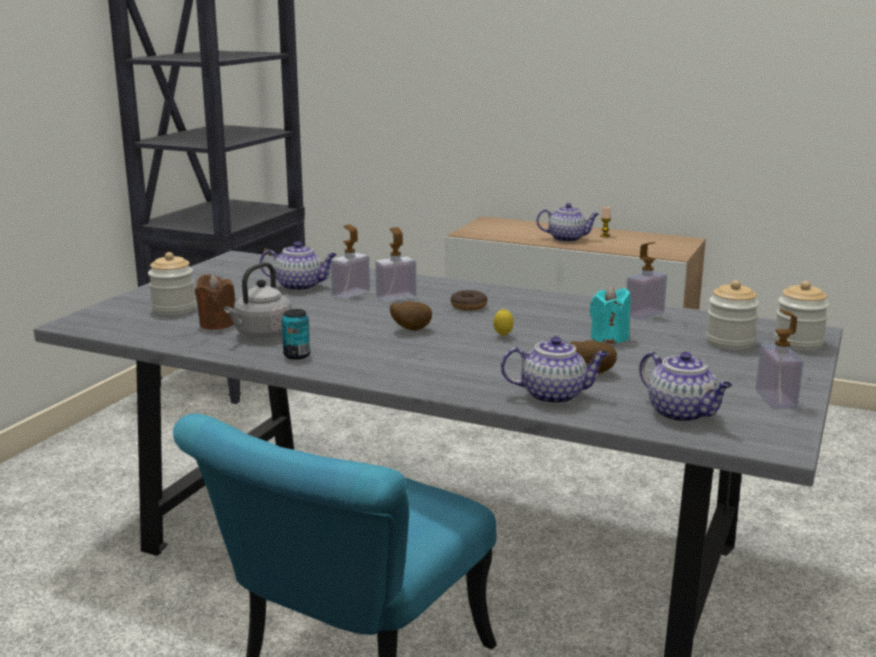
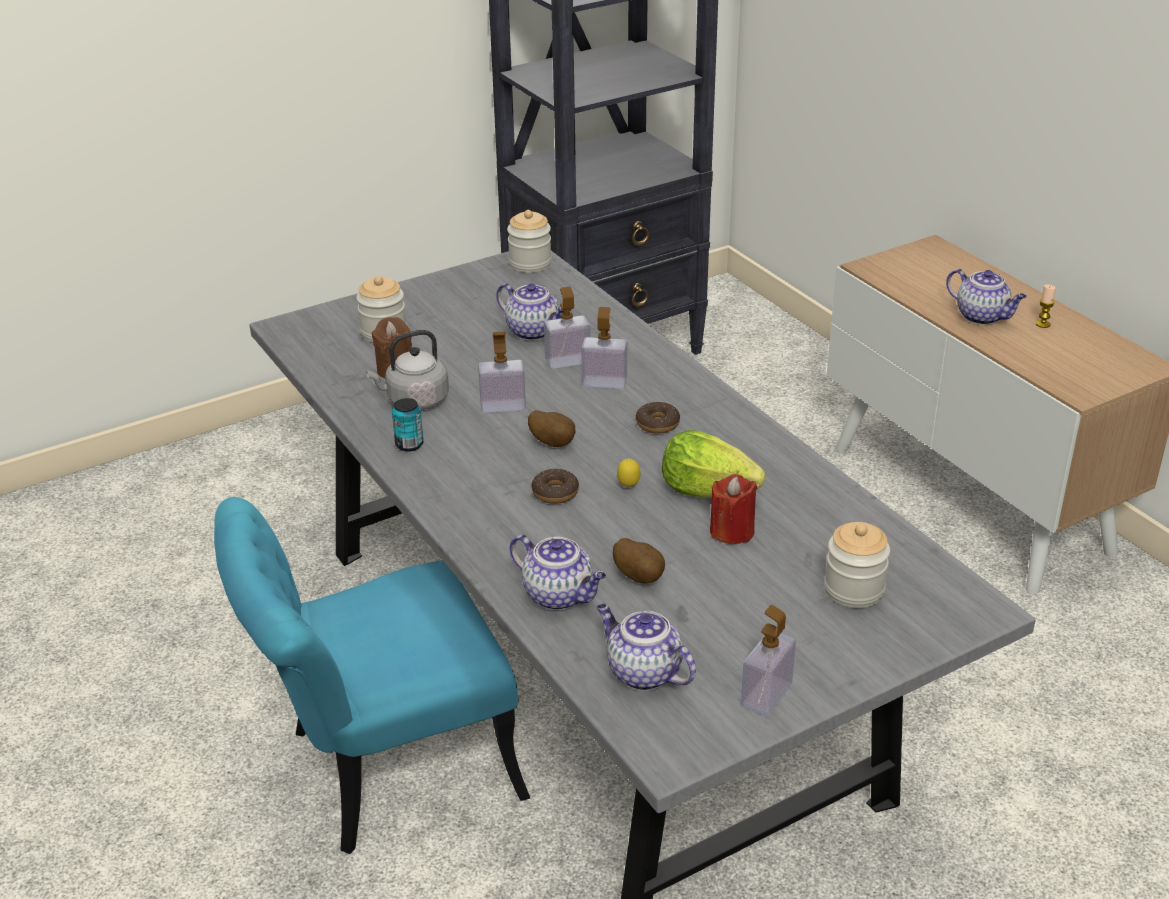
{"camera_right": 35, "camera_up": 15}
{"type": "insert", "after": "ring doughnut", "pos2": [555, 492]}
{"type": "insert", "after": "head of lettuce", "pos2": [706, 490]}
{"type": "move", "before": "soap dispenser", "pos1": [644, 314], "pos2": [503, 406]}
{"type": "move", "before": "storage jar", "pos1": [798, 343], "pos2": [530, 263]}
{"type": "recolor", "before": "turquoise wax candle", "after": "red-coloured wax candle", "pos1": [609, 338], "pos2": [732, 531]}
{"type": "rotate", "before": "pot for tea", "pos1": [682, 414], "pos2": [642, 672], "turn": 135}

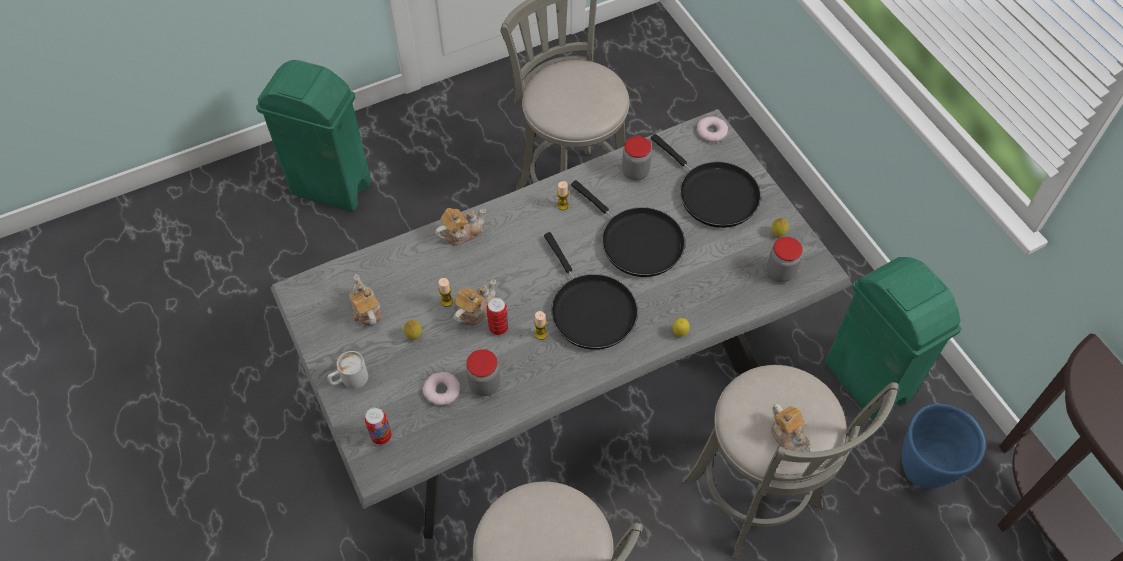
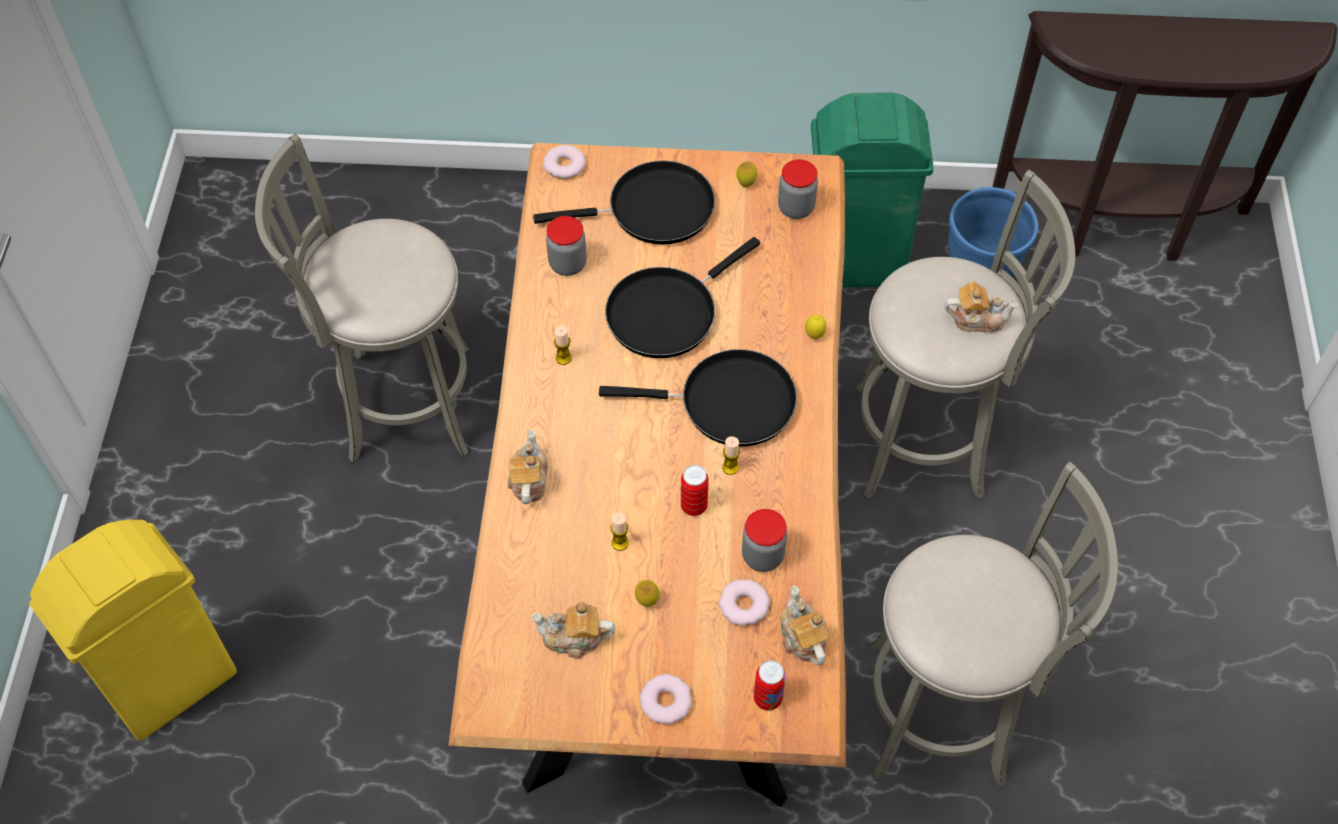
{"camera_right": -60, "camera_up": 0}
{"type": "move", "before": "pot for tea", "pos1": [475, 310], "pos2": [802, 638]}
{"type": "replace", "before": "whitish coffee mug", "after": "ring doughnut", "pos1": [349, 380], "pos2": [665, 701]}
{"type": "recolor", "before": "green trash can", "after": "yellow-coloured trash can", "pos1": [332, 188], "pos2": [173, 683]}
{"type": "recolor", "before": "gray dining table", "after": "brown dining table", "pos1": [561, 383], "pos2": [668, 554]}
{"type": "rotate", "before": "black-coloured frying pan", "pos1": [637, 241], "pos2": [667, 312], "turn": 150}

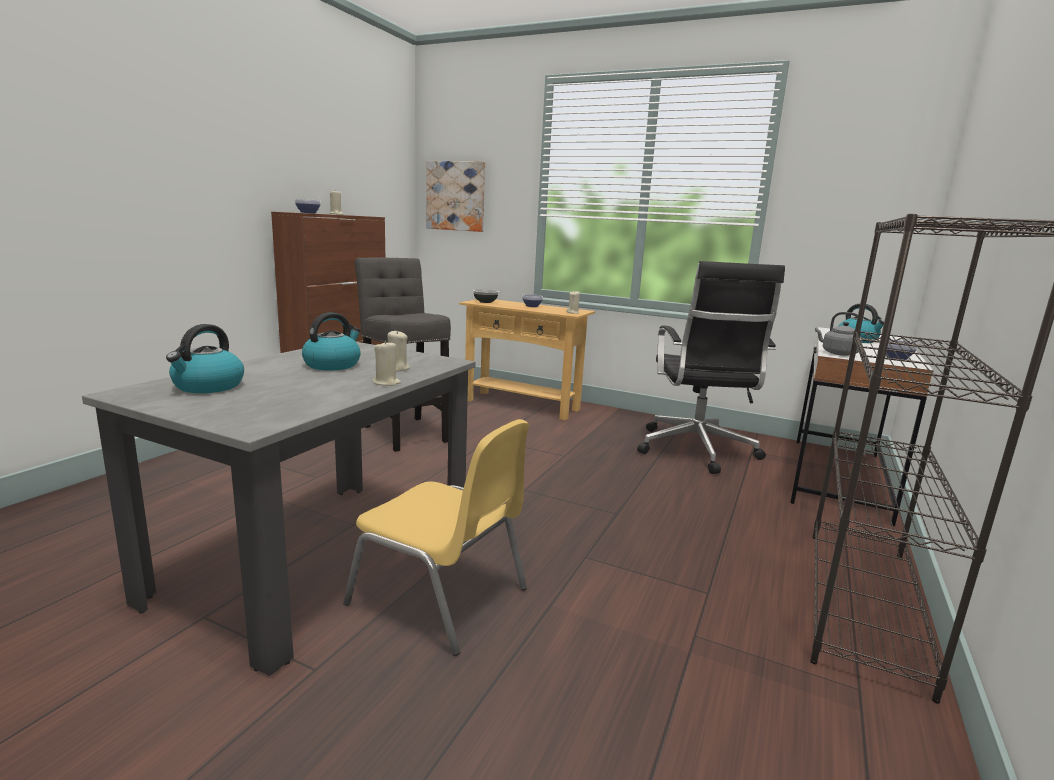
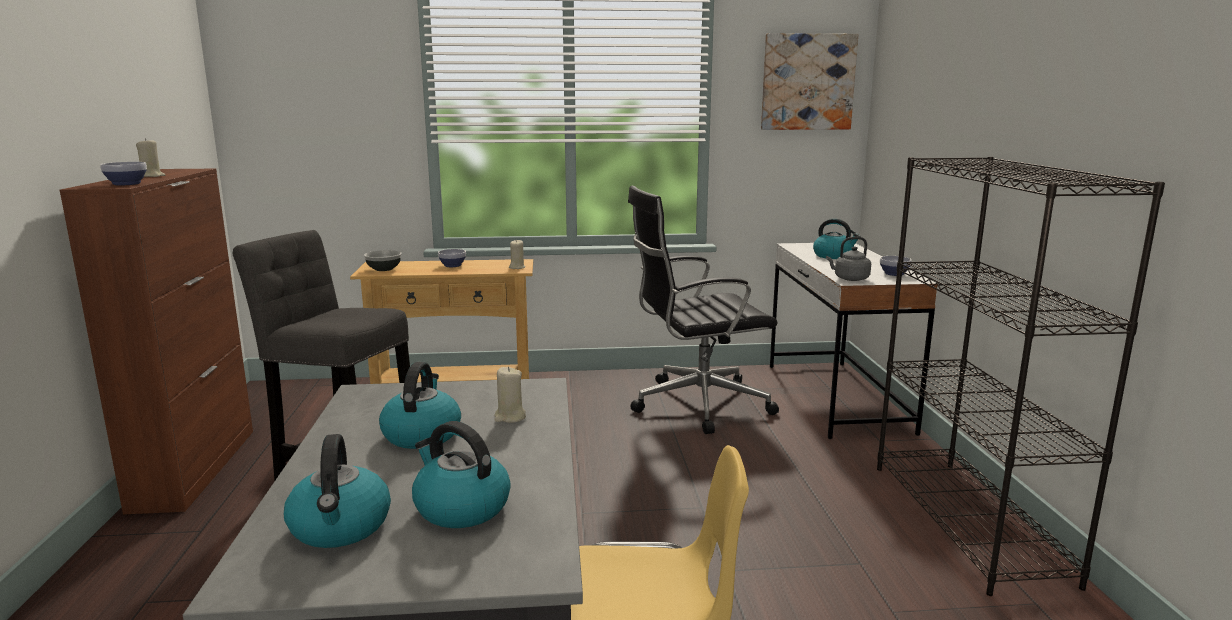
{"camera_right": -30, "camera_up": 0}
{"type": "delete", "before": "beige-coloured wax candle", "pos1": [386, 383]}
{"type": "insert", "after": "tea kettle", "pos2": [460, 507]}
{"type": "move", "before": "picture", "pos1": [456, 196], "pos2": [807, 82]}
{"type": "rotate", "before": "black-coloured office chair", "pos1": [696, 451], "pos2": [696, 404], "turn": 105}

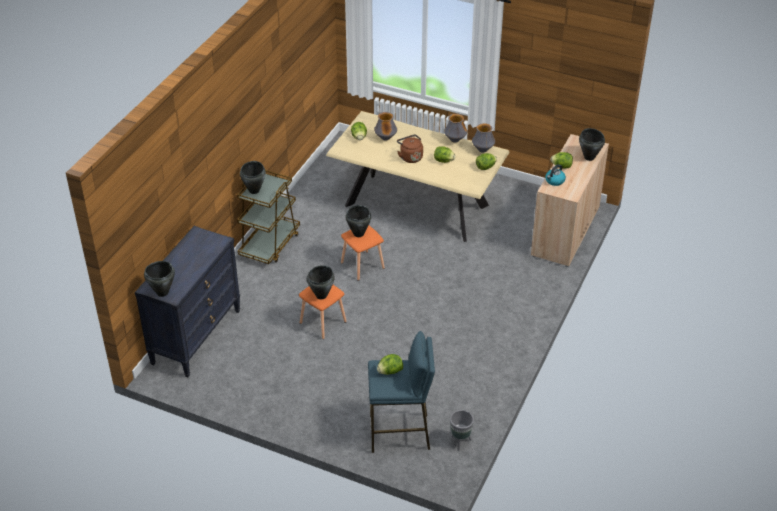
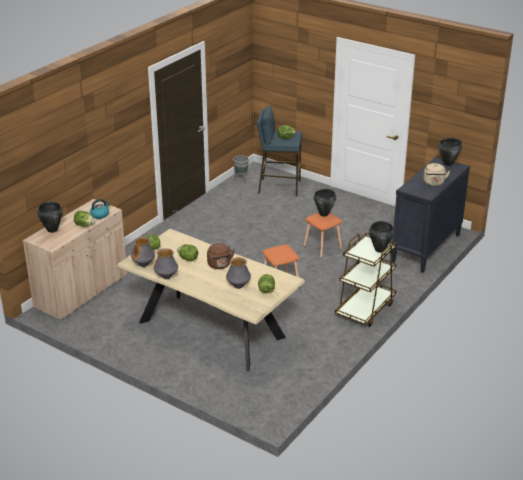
{"camera_right": -170, "camera_up": -10}
{"type": "delete", "before": "black-coloured saucepot", "pos1": [358, 234]}
{"type": "insert", "after": "beige-coloured tea kettle", "pos2": [434, 183]}

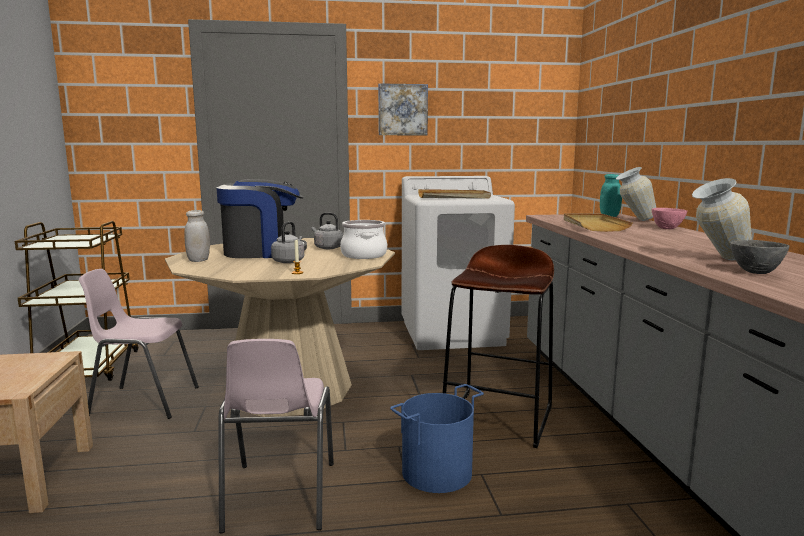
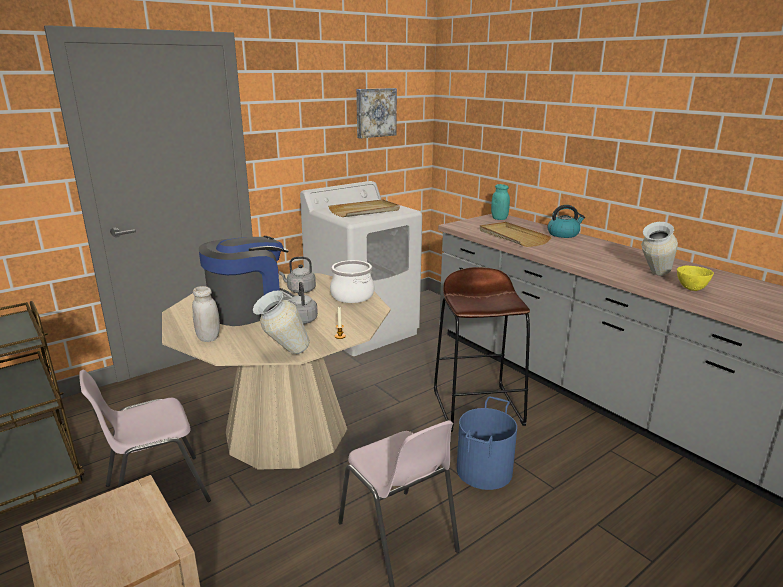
{"camera_right": -30, "camera_up": 10}
{"type": "move", "before": "picture", "pos1": [402, 110], "pos2": [375, 112]}
{"type": "move", "before": "decorative vase", "pos1": [633, 220], "pos2": [283, 355]}
{"type": "replace", "before": "pinkish serving bowl", "after": "tea kettle", "pos1": [666, 228], "pos2": [563, 234]}
{"type": "recolor", "before": "gray serving bowl", "after": "yellow-coloured serving bowl", "pos1": [756, 272], "pos2": [691, 289]}

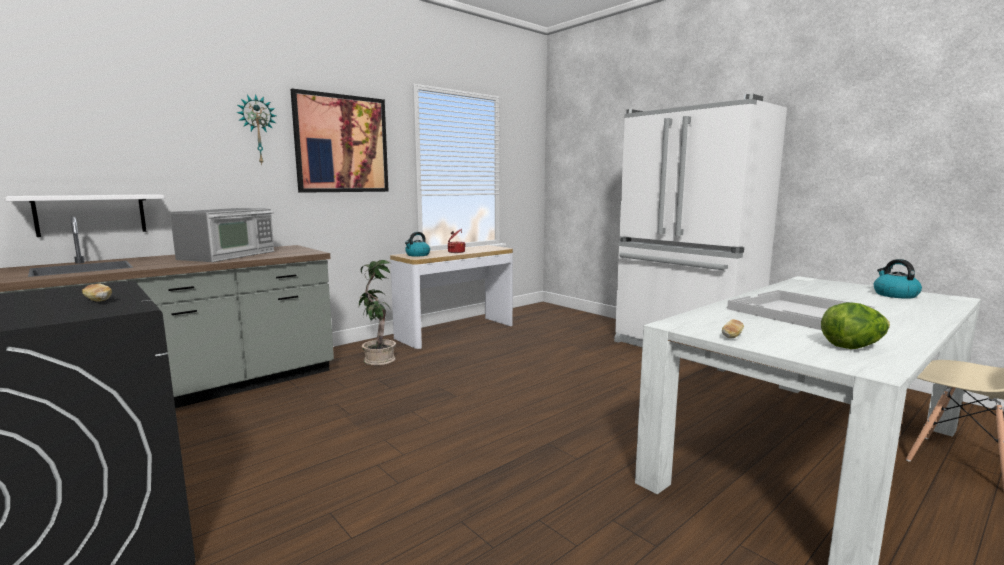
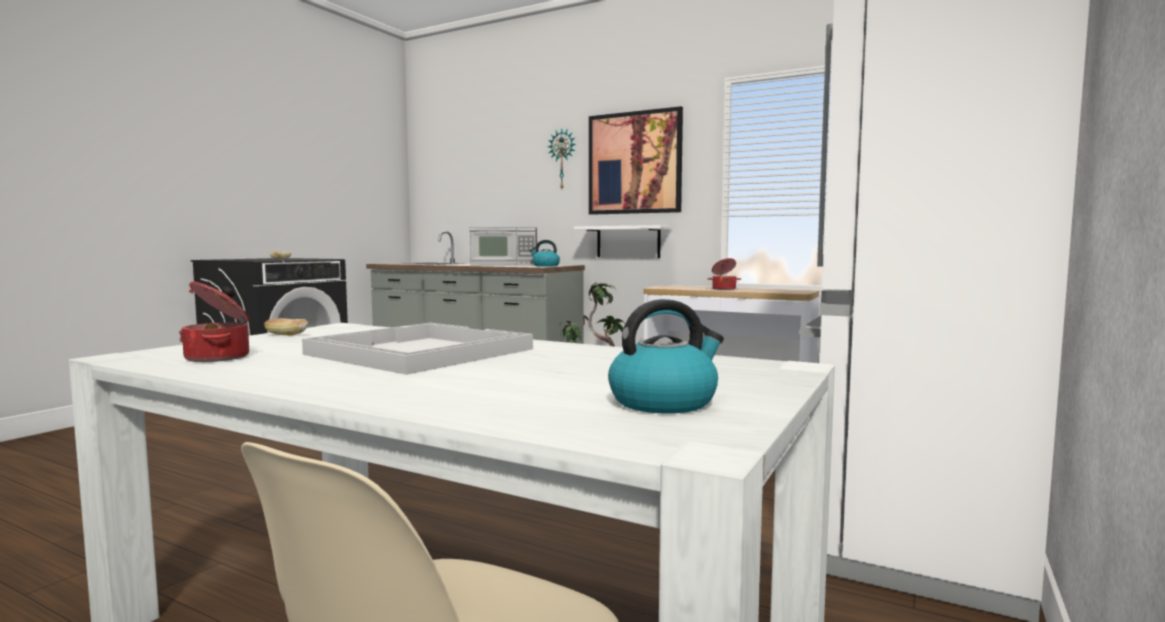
{"camera_right": 70, "camera_up": -5}
{"type": "move", "before": "whitish wall shelf", "pos1": [91, 214], "pos2": [628, 242]}
{"type": "move", "before": "tea kettle", "pos1": [417, 255], "pos2": [545, 266]}
{"type": "replace", "before": "head of lettuce", "after": "saucepot", "pos1": [853, 346], "pos2": [219, 357]}

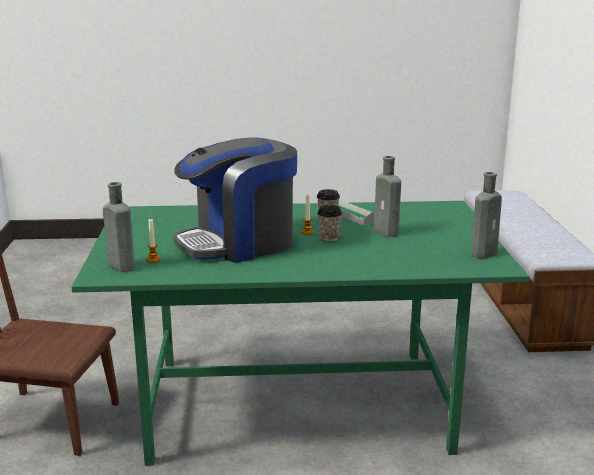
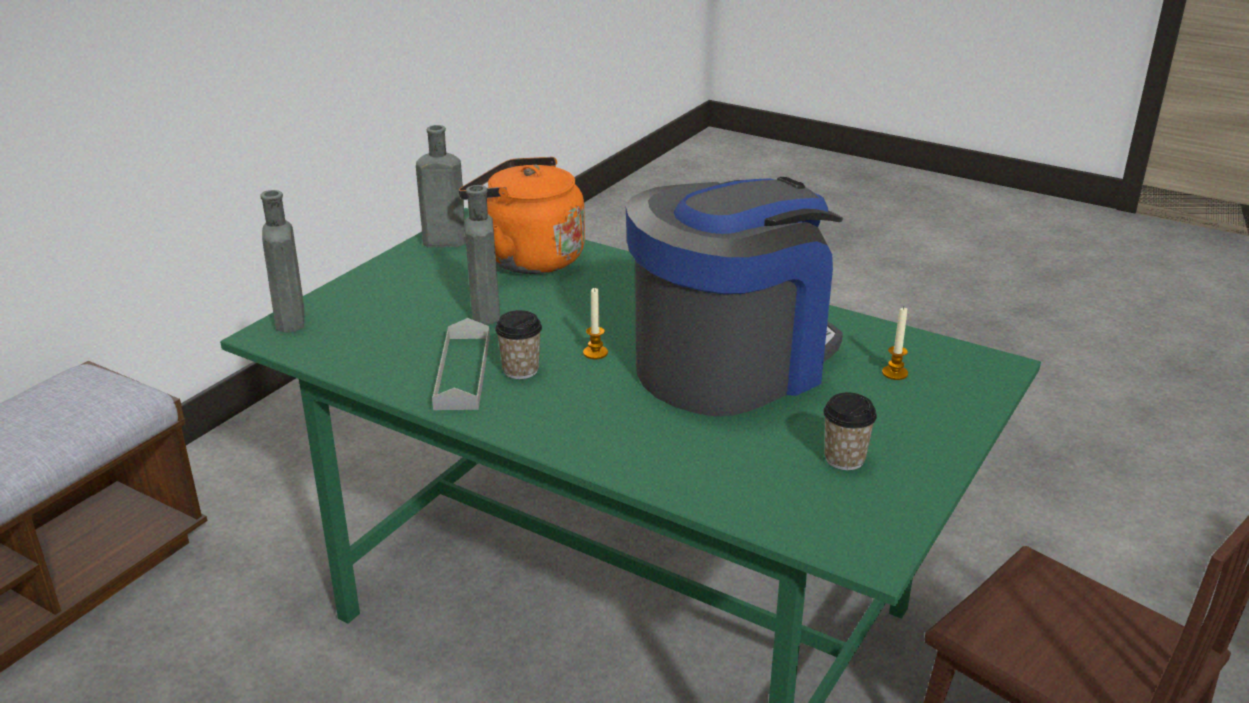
{"camera_right": -145, "camera_up": 10}
{"type": "insert", "after": "orangey tea kettle", "pos2": [527, 258]}
{"type": "move", "before": "gray drink bottle", "pos1": [120, 266], "pos2": [291, 322]}
{"type": "move", "before": "cup", "pos1": [329, 238], "pos2": [844, 459]}
{"type": "rotate", "before": "coffee maker", "pos1": [239, 243], "pos2": [731, 364], "turn": -45}

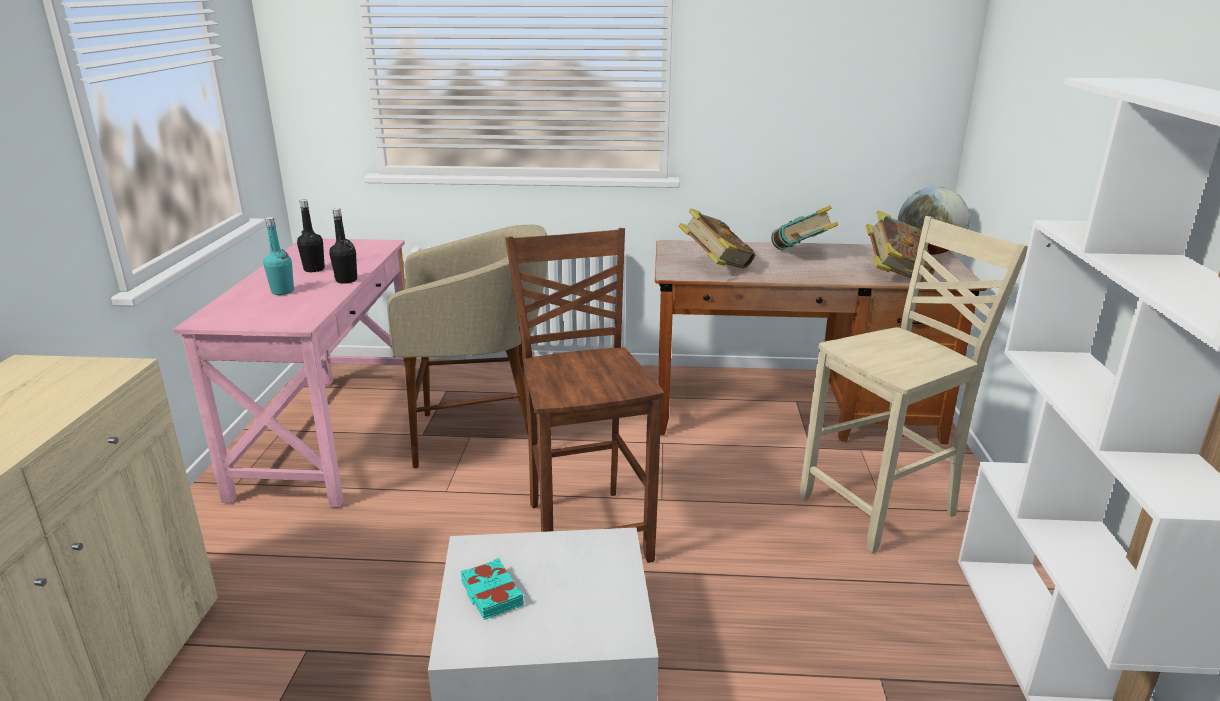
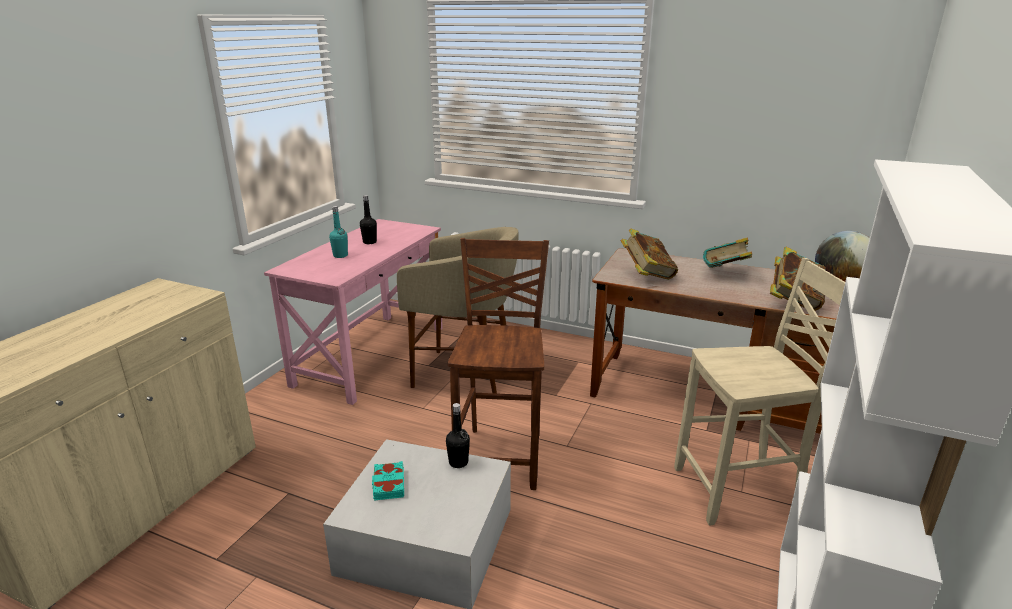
{"camera_right": 20, "camera_up": 0}
{"type": "move", "before": "black-coloured drink bottle", "pos1": [346, 280], "pos2": [458, 462]}

